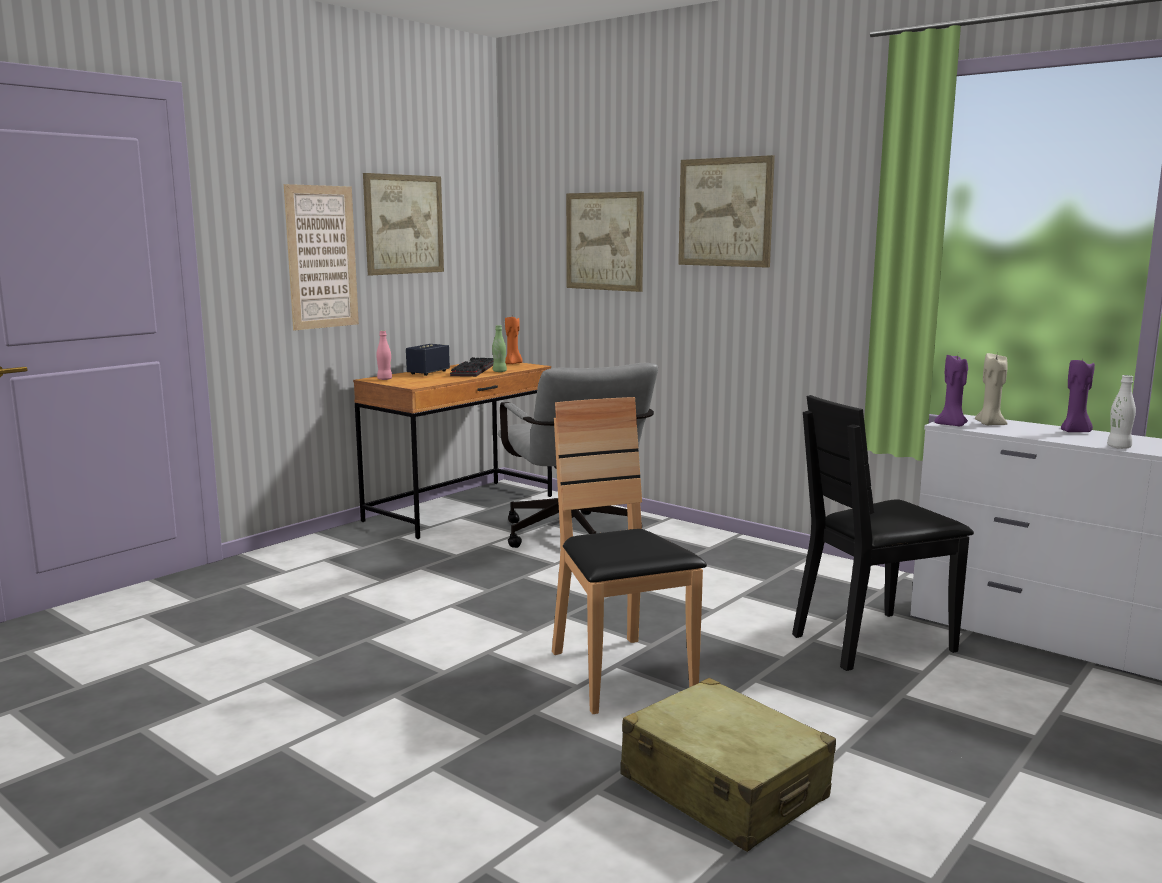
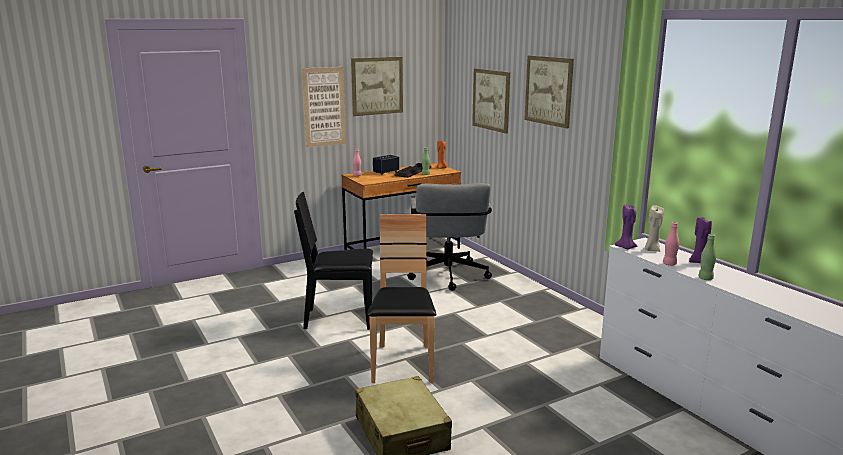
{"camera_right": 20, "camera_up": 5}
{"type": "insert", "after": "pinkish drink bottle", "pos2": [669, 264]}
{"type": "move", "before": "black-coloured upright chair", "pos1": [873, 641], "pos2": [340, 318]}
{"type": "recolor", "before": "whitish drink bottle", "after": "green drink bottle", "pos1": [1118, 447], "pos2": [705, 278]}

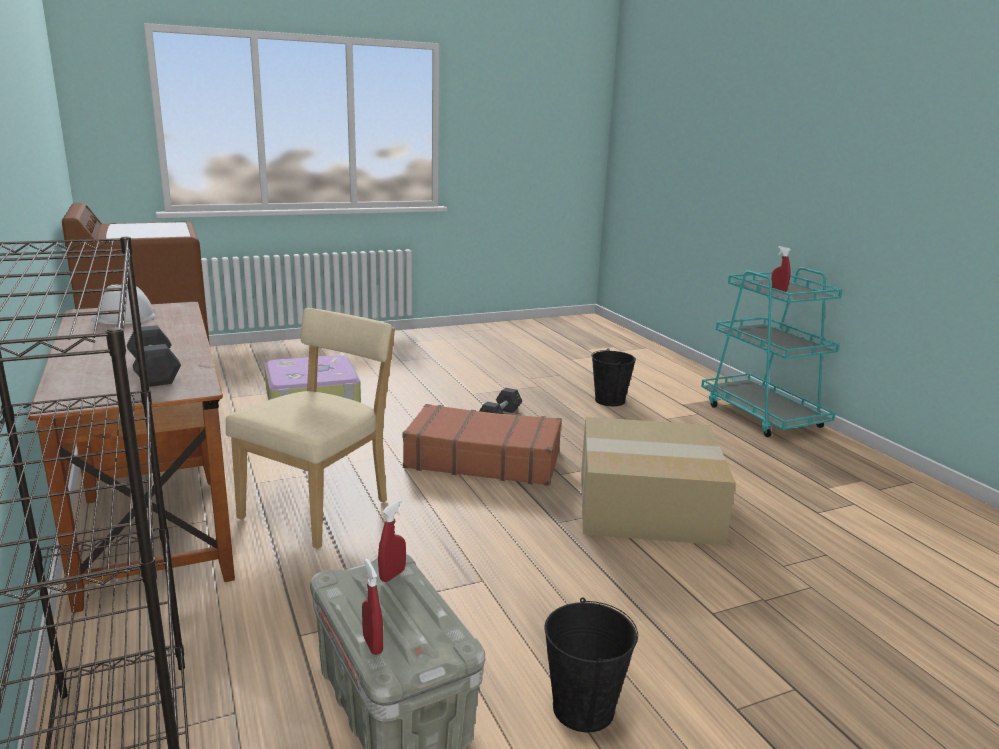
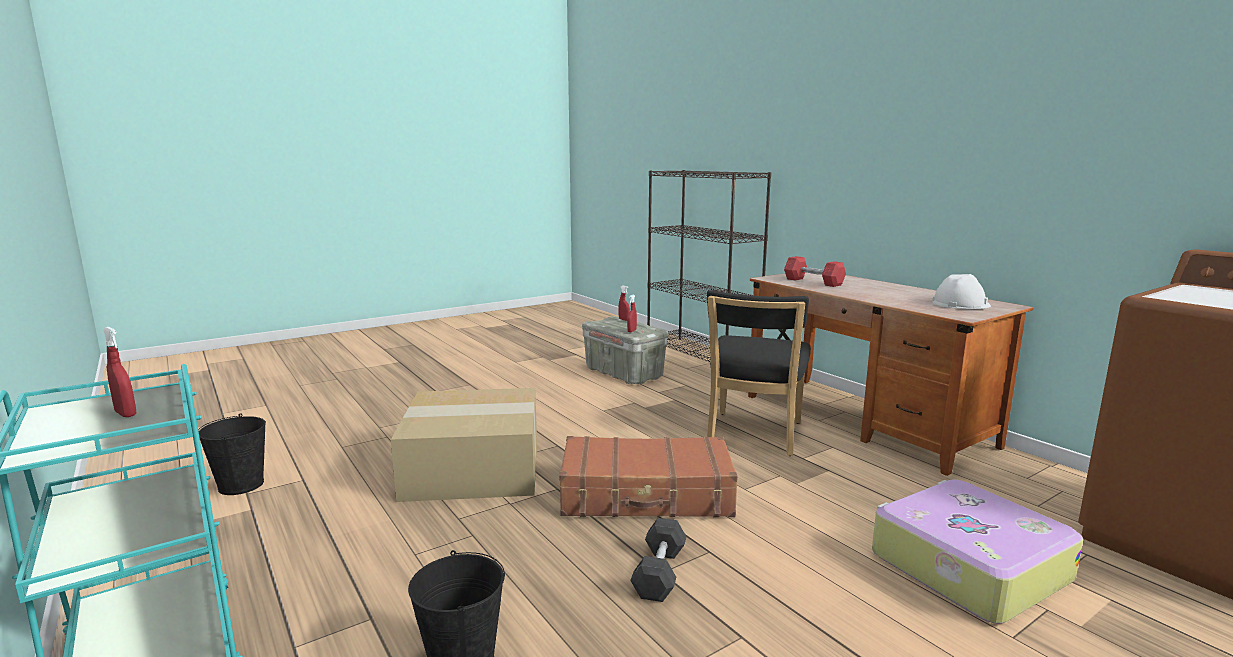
{"camera_right": 170, "camera_up": -5}
{"type": "move", "before": "black-coloured water bucket", "pos1": [583, 708], "pos2": [241, 485]}
{"type": "recolor", "before": "gray free weight", "after": "red-coloured free weight", "pos1": [155, 371], "pos2": [813, 282]}
{"type": "recolor", "before": "beige-coloured upright chair", "after": "black-coloured upright chair", "pos1": [320, 507], "pos2": [753, 436]}

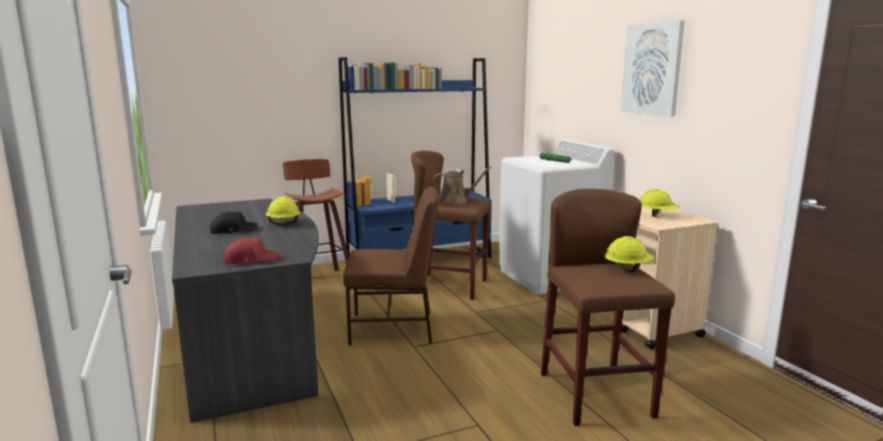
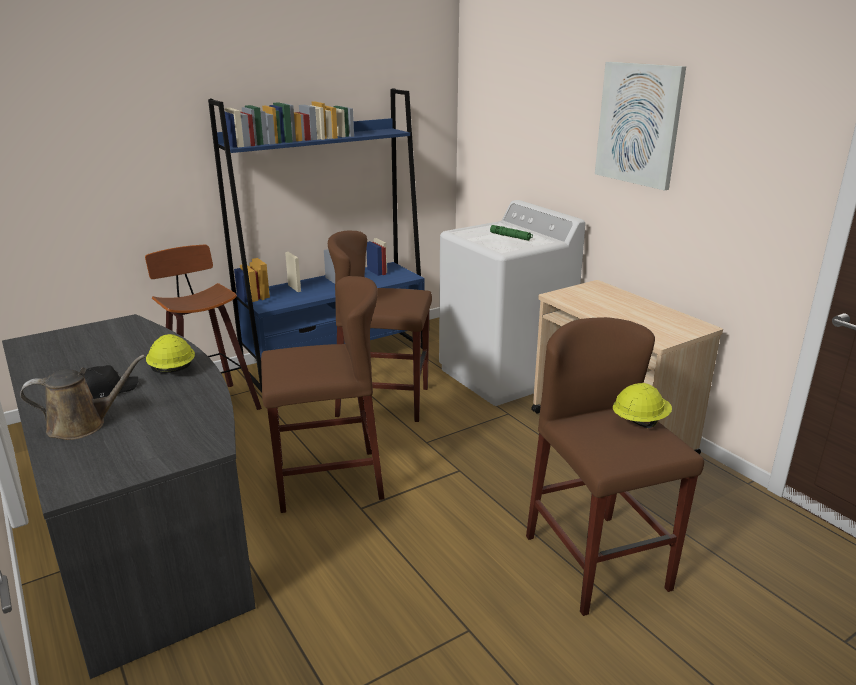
{"camera_right": -10, "camera_up": 10}
{"type": "delete", "before": "red-coloured cap", "pos1": [251, 259]}
{"type": "delete", "before": "yellow-coloured work helmet", "pos1": [657, 216]}
{"type": "move", "before": "brown sprinkling can", "pos1": [456, 201], "pos2": [83, 425]}
{"type": "replace", "before": "brown upright chair", "after": "brown stool", "pos1": [393, 328], "pos2": [328, 480]}

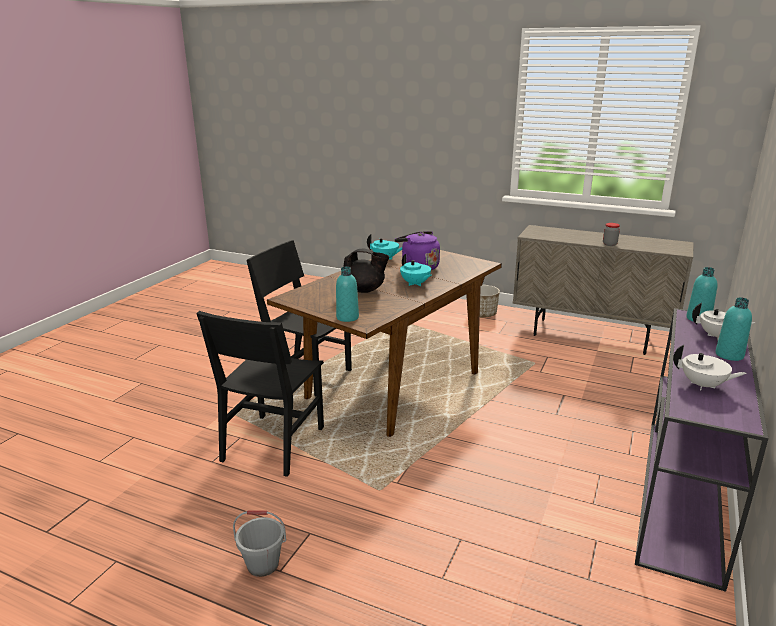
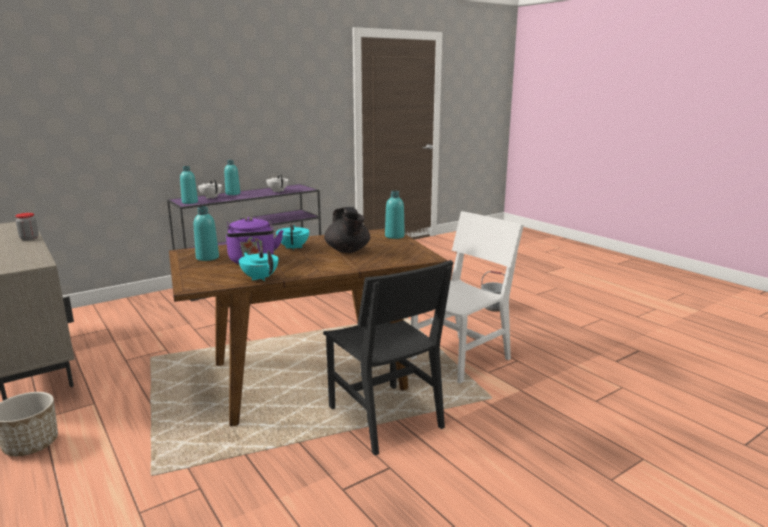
{"camera_right": -150, "camera_up": -5}
{"type": "insert", "after": "turquoise drink bottle", "pos2": [207, 258]}
{"type": "recolor", "before": "black-coloured upright chair", "after": "whitish upright chair", "pos1": [273, 444], "pos2": [460, 359]}
{"type": "rotate", "before": "black-coloured pot for tea", "pos1": [364, 290], "pos2": [348, 251], "turn": -150}

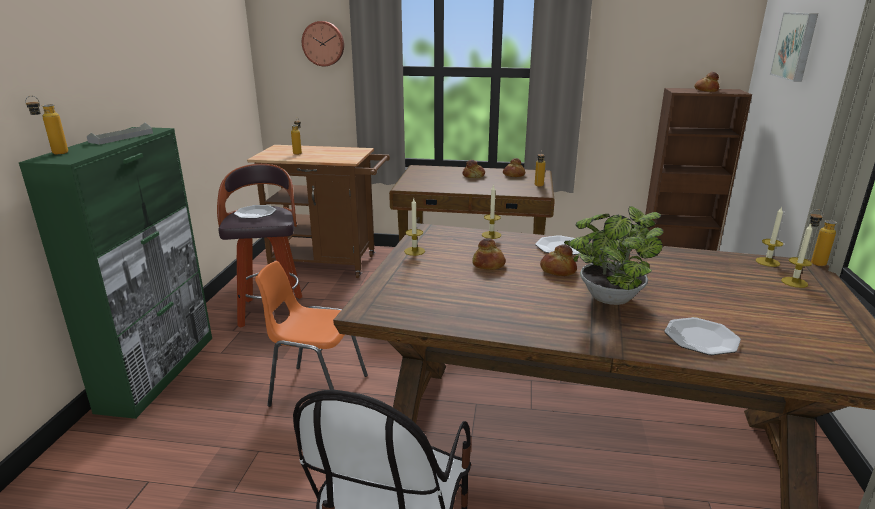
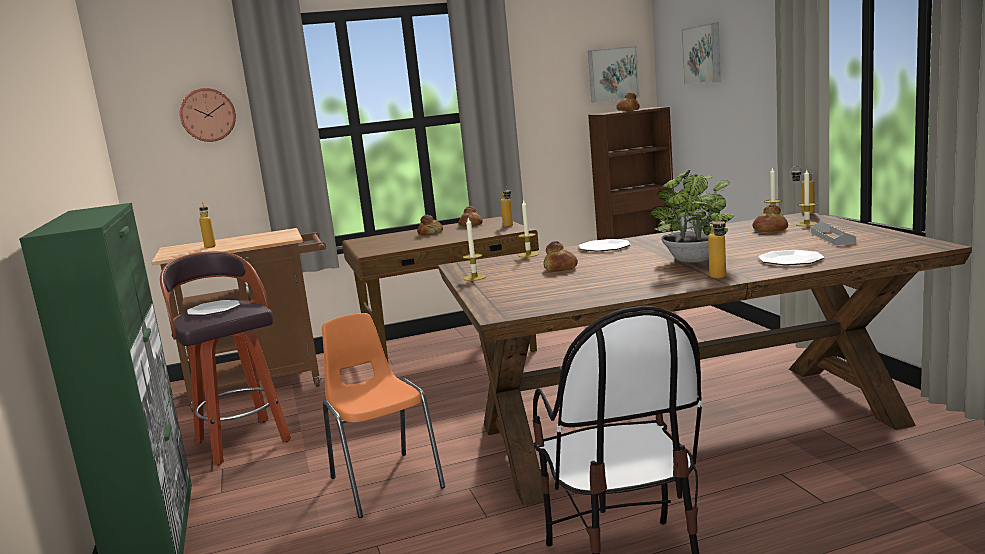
{"camera_right": -25, "camera_up": -10}
{"type": "insert", "after": "picture", "pos2": [612, 74]}
{"type": "move", "before": "drink bottle", "pos1": [54, 154], "pos2": [719, 278]}
{"type": "move", "before": "gray serving tray", "pos1": [121, 137], "pos2": [832, 238]}
{"type": "move", "before": "bread", "pos1": [557, 270], "pos2": [770, 230]}
{"type": "rotate", "before": "orangey upright chair", "pos1": [316, 390], "pos2": [384, 482], "turn": 75}

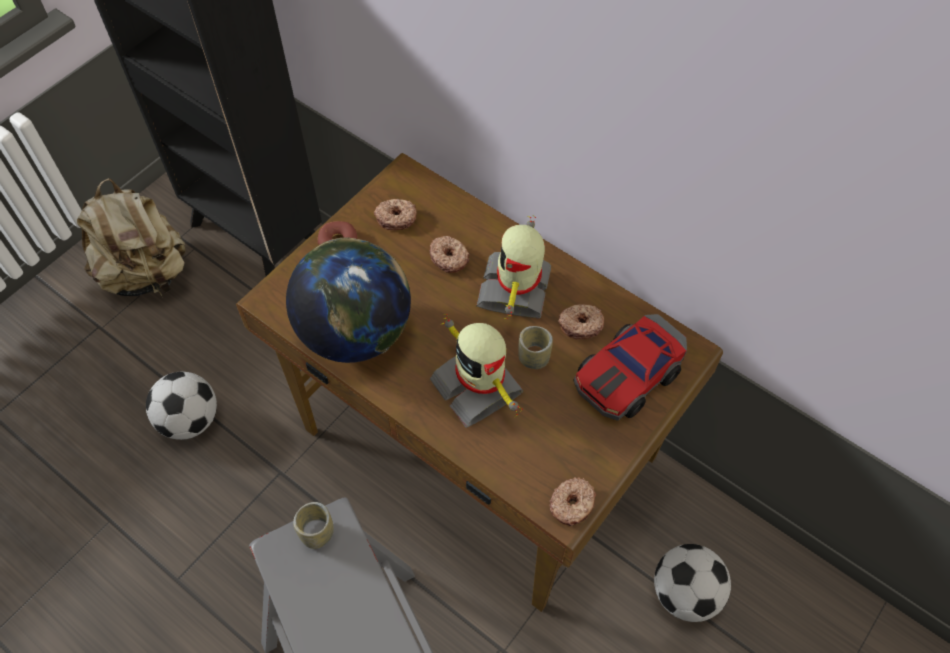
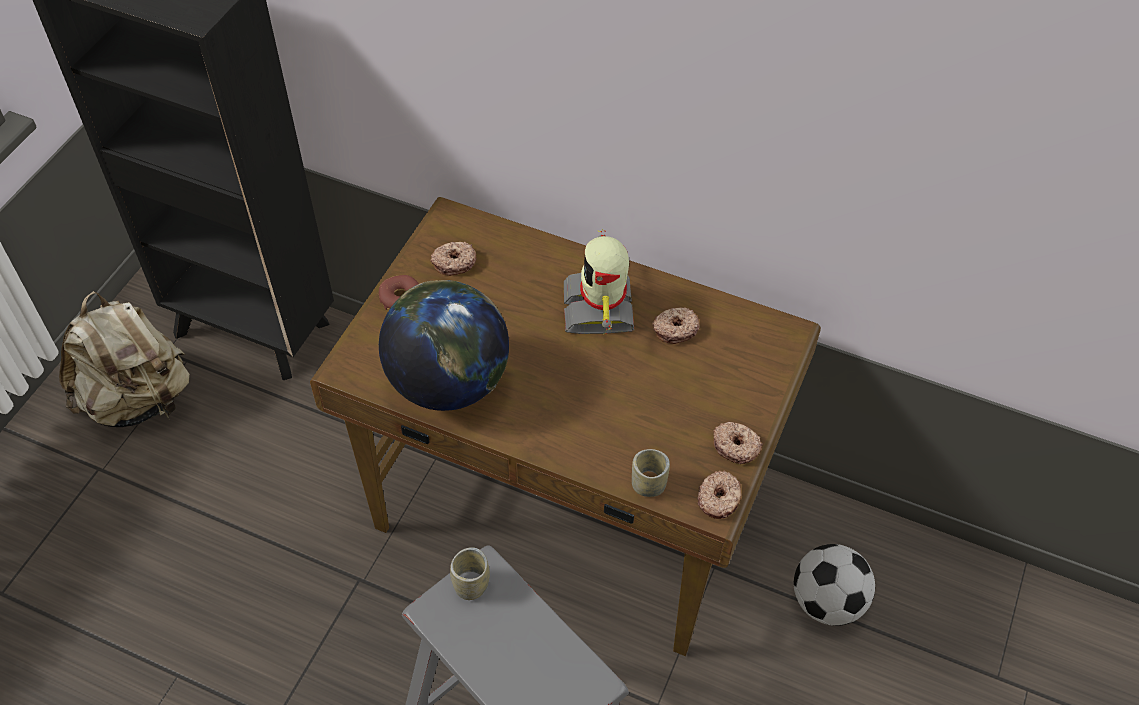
{"camera_right": -15, "camera_up": -5}
{"type": "delete", "before": "football", "pos1": [190, 420]}
{"type": "delete", "before": "toy robot", "pos1": [478, 386]}
{"type": "delete", "before": "model car", "pos1": [628, 375]}
{"type": "move", "before": "ring doughnut", "pos1": [449, 258], "pos2": [736, 446]}
{"type": "move", "before": "cup", "pos1": [533, 358], "pos2": [648, 485]}

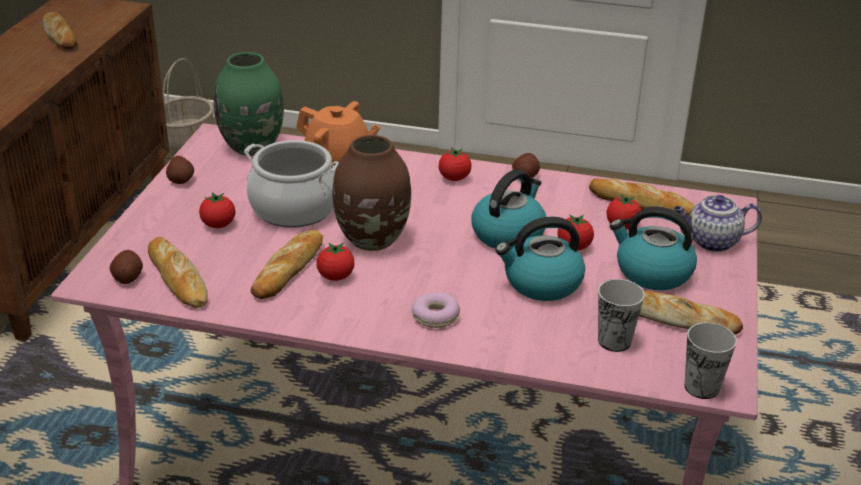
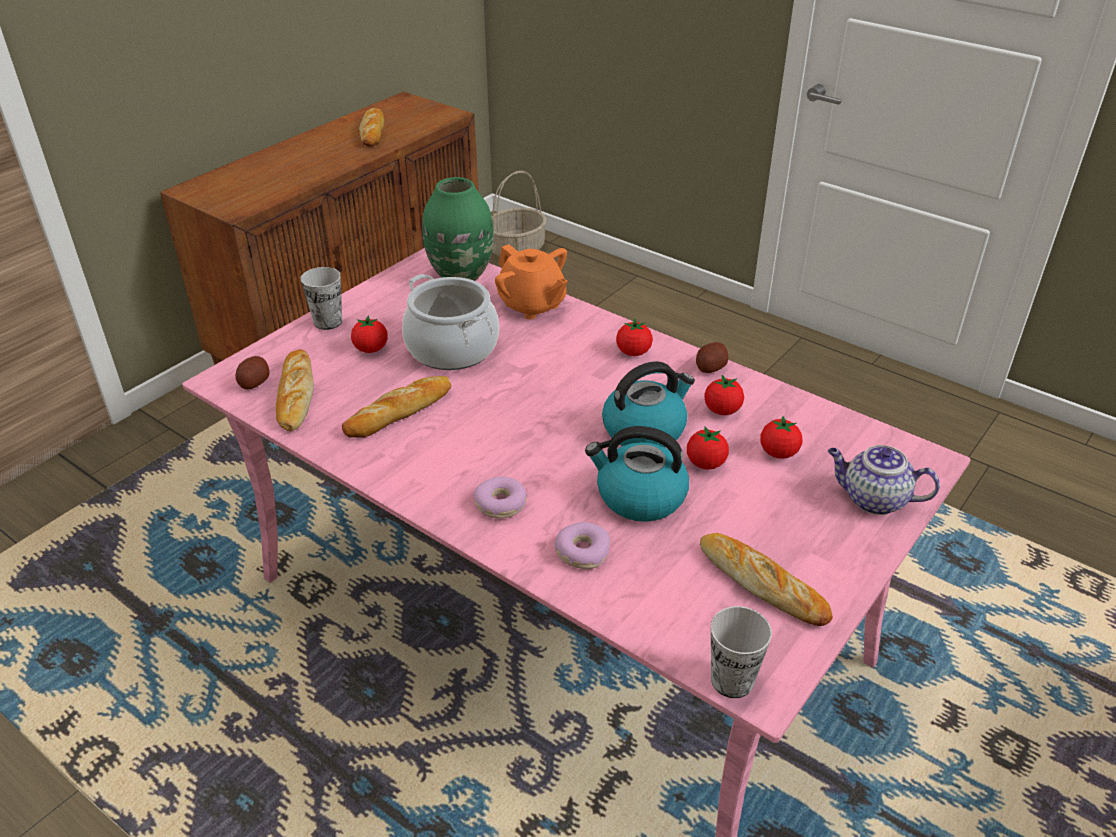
{"camera_right": 25, "camera_up": 5}
{"type": "delete", "before": "spud", "pos1": [181, 180]}
{"type": "delete", "before": "brown decorative vase", "pos1": [373, 239]}
{"type": "delete", "before": "bread", "pos1": [641, 204]}
{"type": "delete", "before": "tea kettle", "pos1": [652, 272]}
{"type": "insert", "after": "ring doughnut", "pos2": [582, 552]}
{"type": "move", "before": "fresh tomato", "pos1": [335, 277], "pos2": [722, 410]}
{"type": "move", "before": "cup", "pos1": [614, 341], "pos2": [328, 322]}

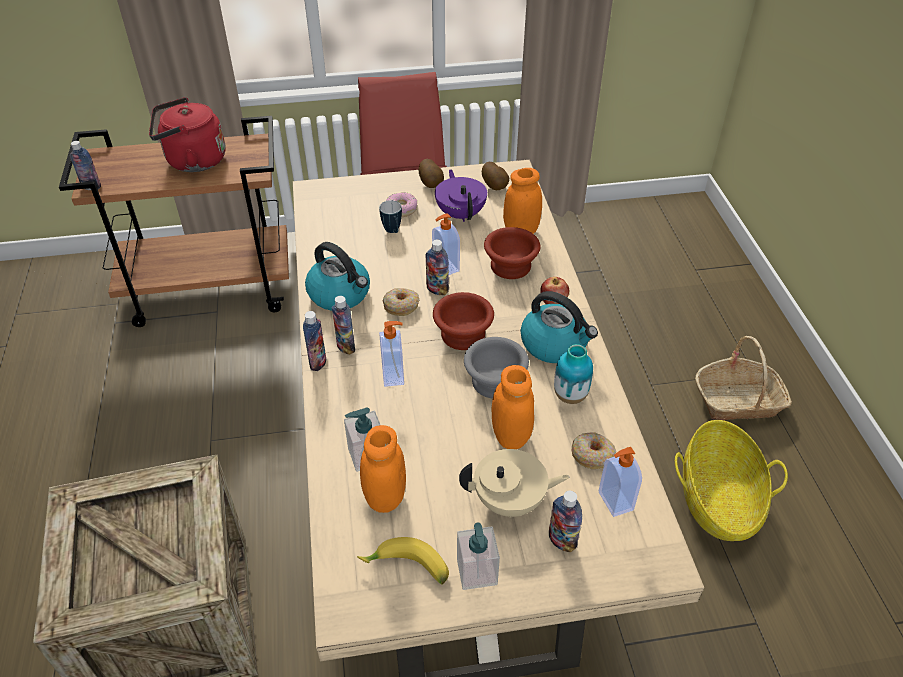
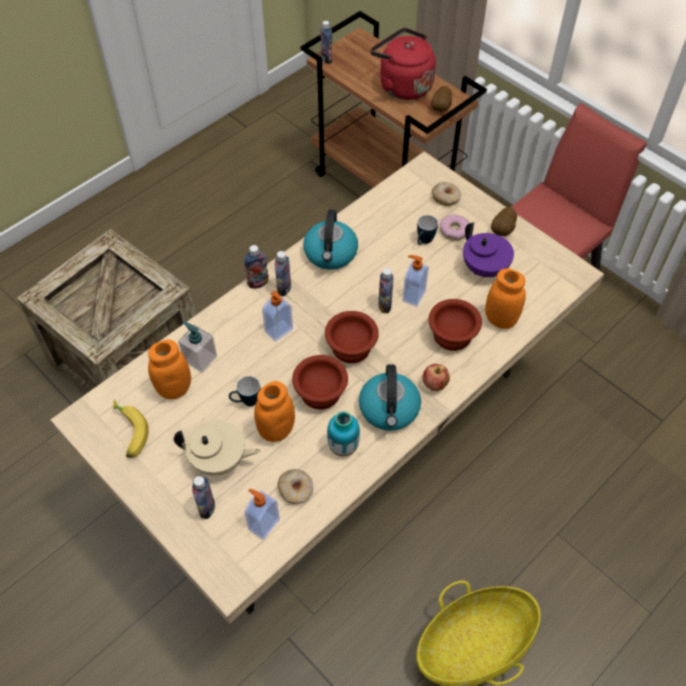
{"camera_right": 55, "camera_up": 10}
{"type": "delete", "before": "soap dispenser", "pos1": [477, 572]}
{"type": "delete", "before": "storage basket", "pos1": [738, 401]}
{"type": "insert", "after": "coffee mug", "pos2": [246, 402]}
{"type": "move", "before": "ring doughnut", "pos1": [401, 306], "pos2": [446, 197]}
{"type": "move", "before": "spud", "pos1": [495, 186], "pos2": [441, 108]}
{"type": "recolor", "before": "gray serving bowl", "after": "brown serving bowl", "pos1": [496, 382], "pos2": [320, 394]}
{"type": "rotate", "before": "purple-coloured pot for tea", "pos1": [461, 214], "pos2": [485, 269], "turn": 105}
{"type": "rotate", "before": "beige-coloured pot for tea", "pos1": [510, 501], "pos2": [219, 460], "turn": -45}

